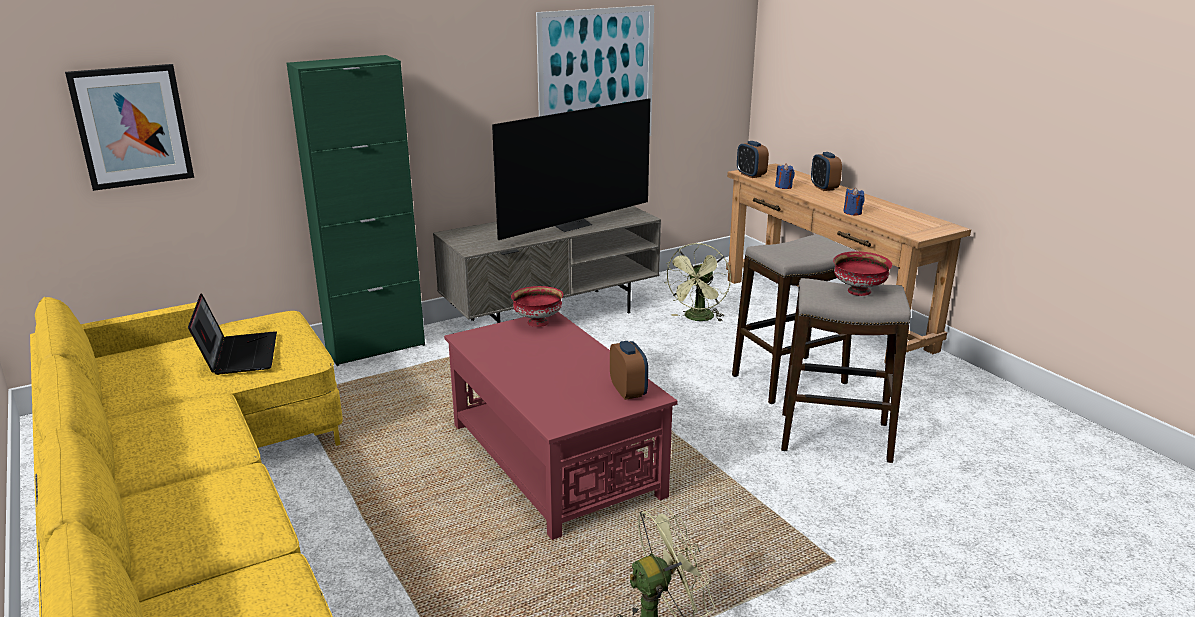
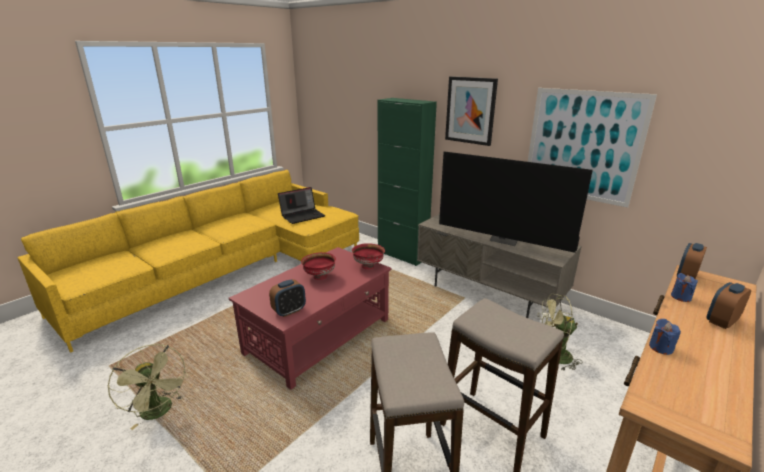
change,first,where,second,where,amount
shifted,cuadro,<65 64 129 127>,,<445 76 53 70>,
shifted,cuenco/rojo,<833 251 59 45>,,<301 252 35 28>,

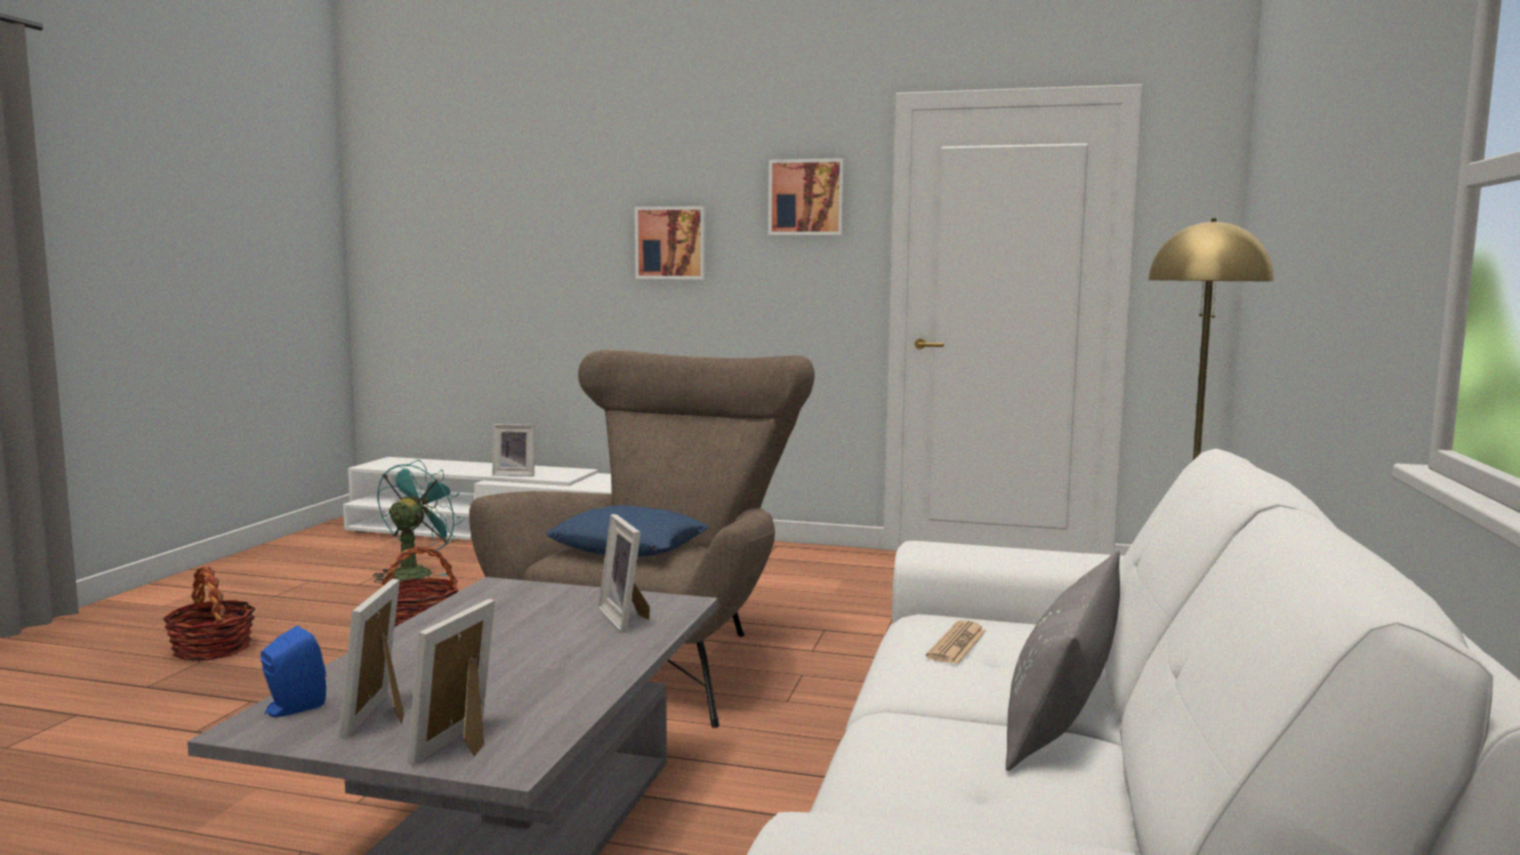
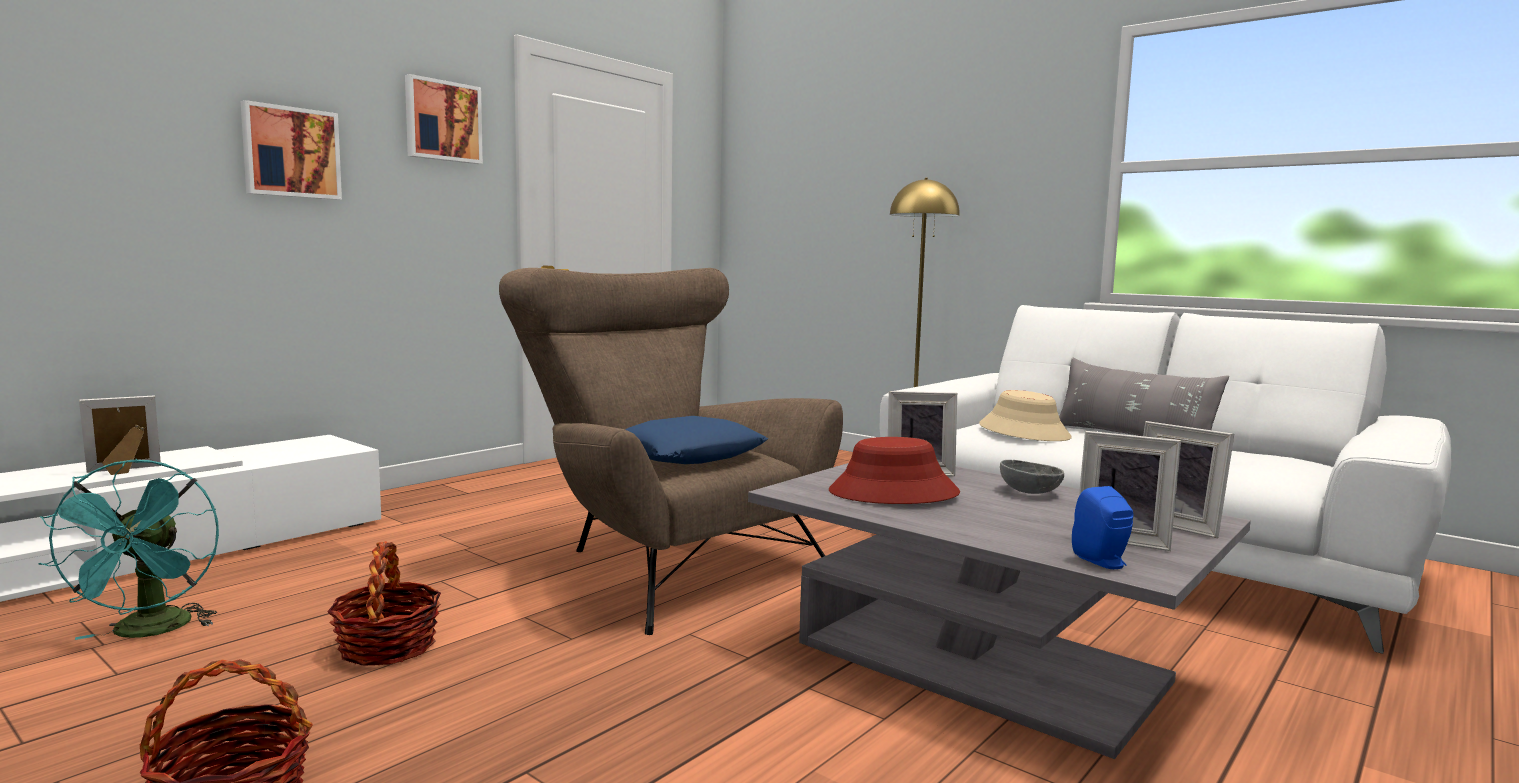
change,first,where,second,where,amount
rotated,ventilador/turquesa,<373 459 91 124>,,<38 459 181 181>,150 degrees counterclockwise
rotated,portarretratos,<492 424 43 52>,,<79 395 82 80>,150 degrees counterclockwise
swapped,periódico,<926 620 61 44>,sombrero/beis,<979 390 93 51>,
new,,,sombrero/rojo,<829 437 131 67>,
new,,,cuenco/gris,<1000 460 64 34>,

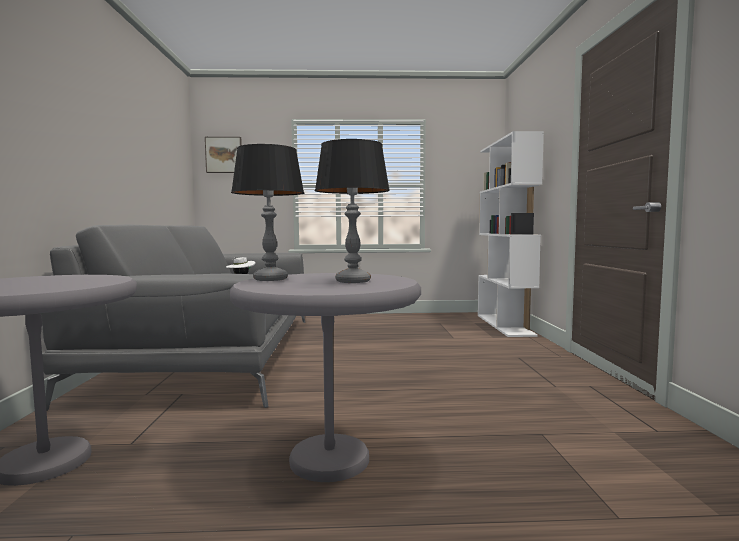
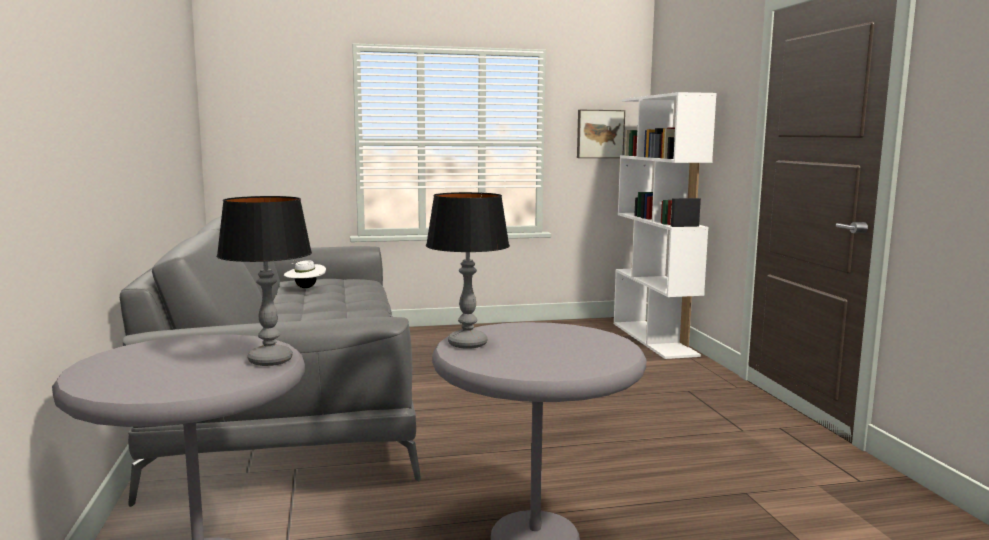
change,first,where,second,where,amount
shifted,cuadro,<205 137 37 36>,,<577 110 48 48>,
shifted,lámpara de mesa,<315 139 75 144>,,<217 196 95 170>,

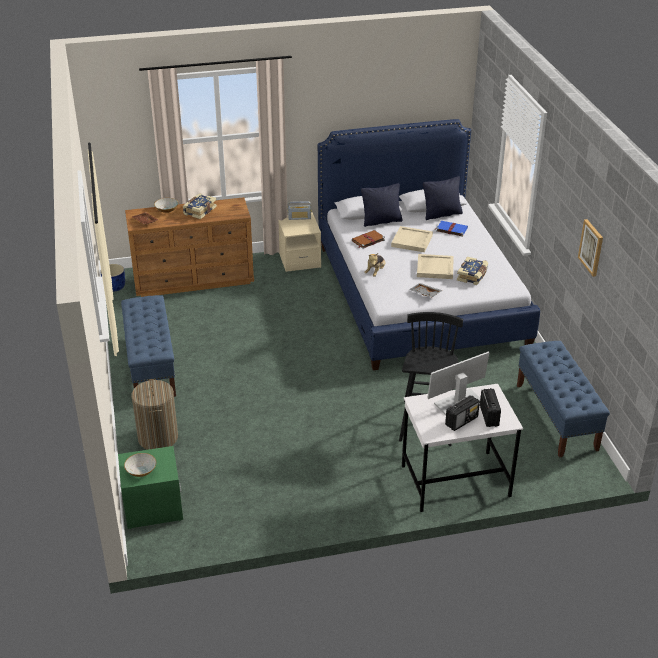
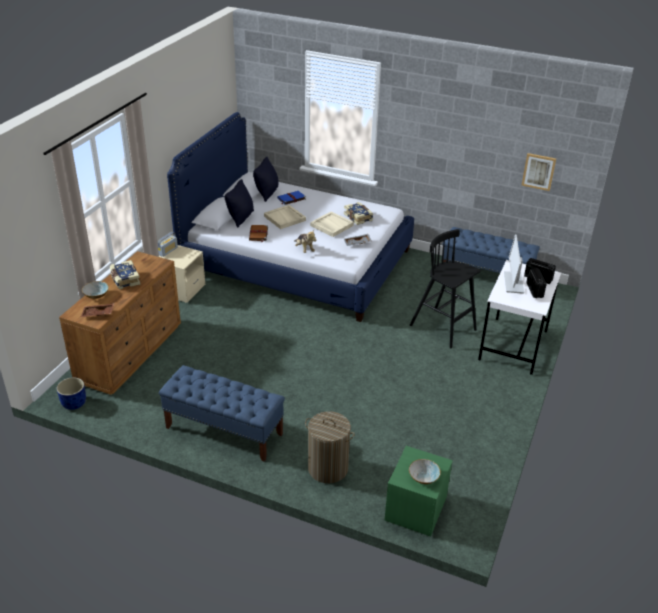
change,first,where,second,where,amount
shifted,cuadro,<578 219 25 58>,,<522 153 34 38>,

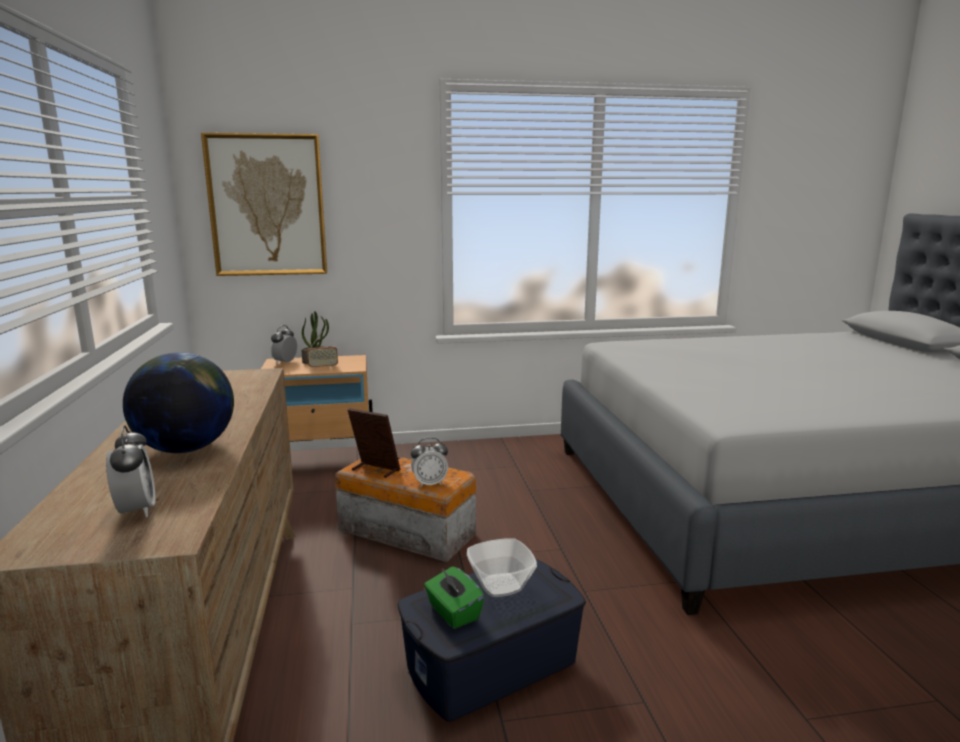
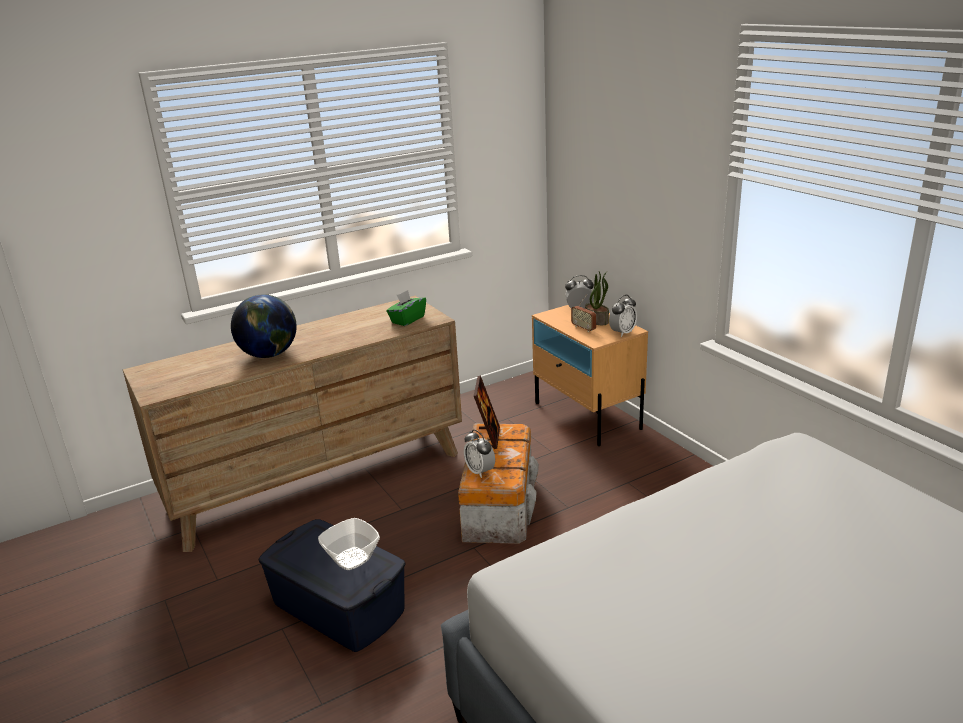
change,first,where,second,where,amount
shifted,despertador,<106 425 50 92>,,<609 295 28 42>,
gone,cuadro,<201 133 126 143>,,,
shifted,caja de pañuelos/verde,<424 566 60 63>,,<386 290 40 36>,

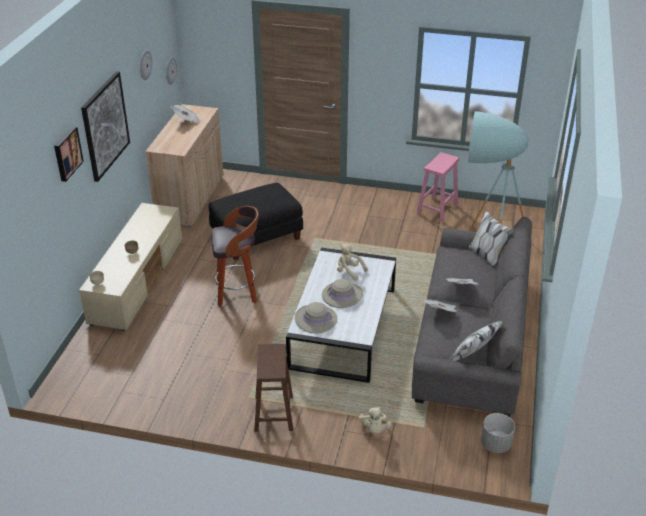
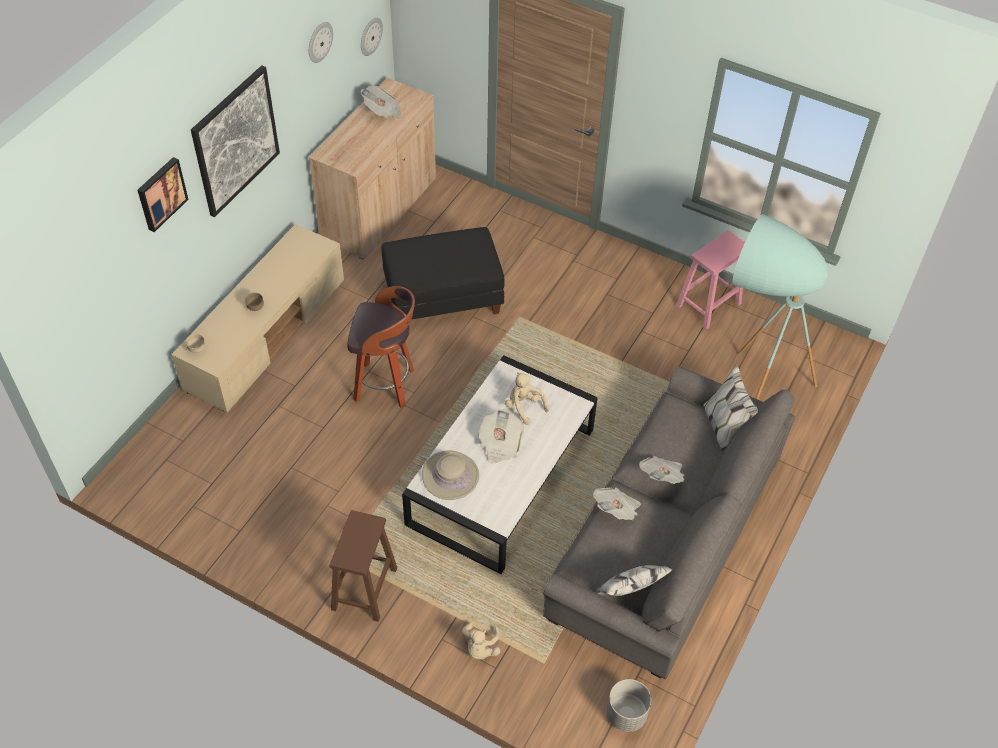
change,first,where,second,where,amount
swapped,sombrero/beis,<322 279 41 29>,periódico,<478 409 46 55>,

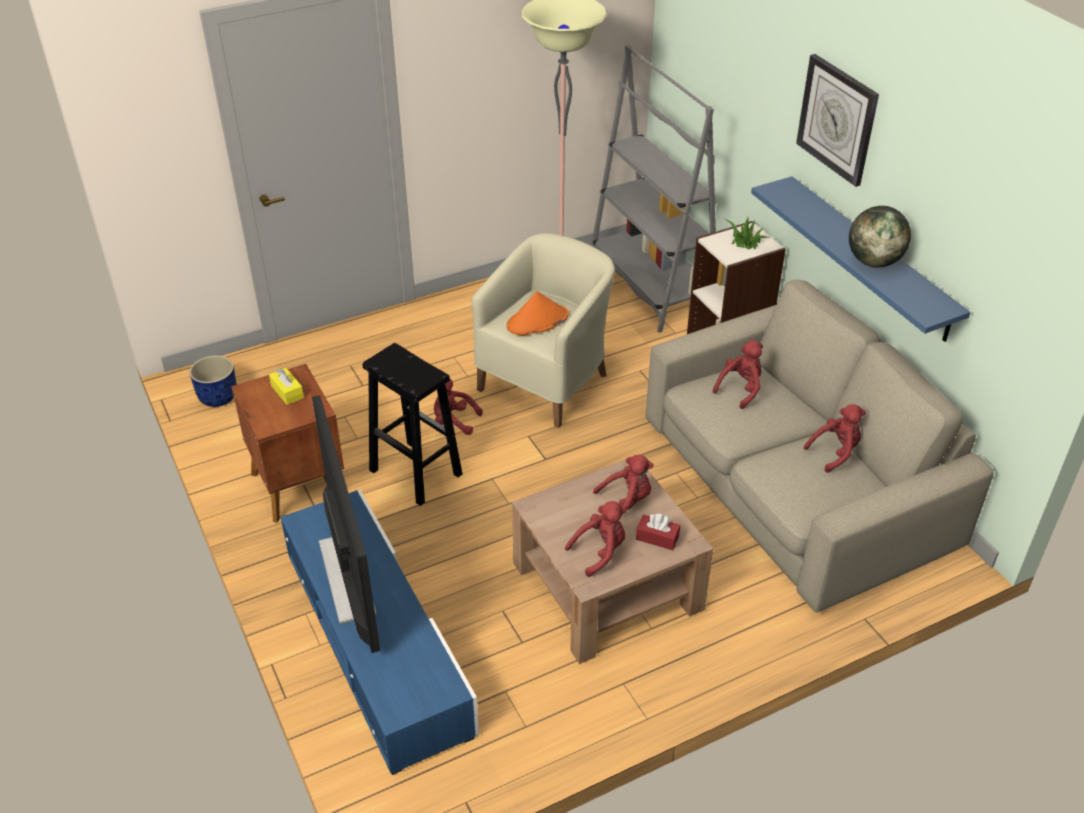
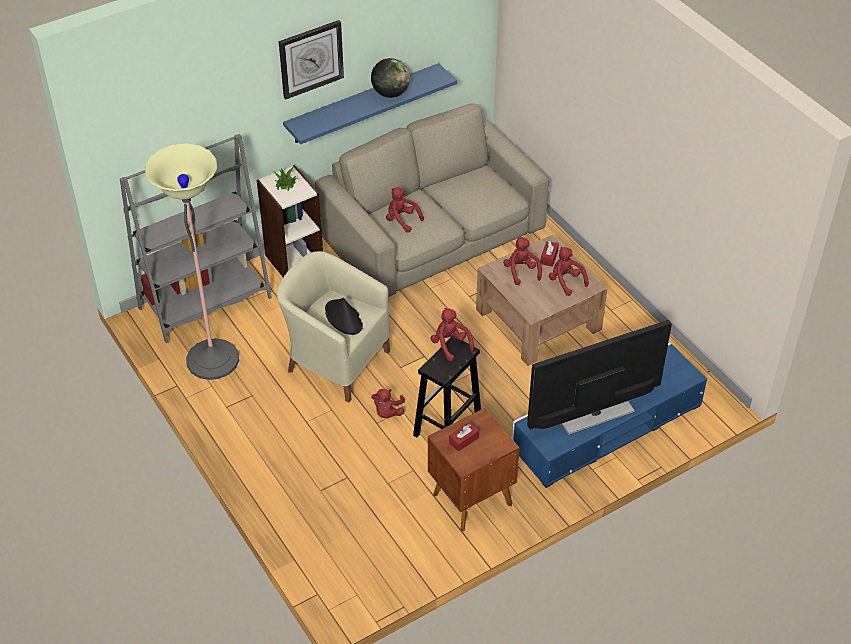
change,first,where,second,where,amount
gone,maceta/azul,<189 355 48 52>,,,
repainted,caja de pañuelos/amarillo,<269 368 35 37>,caja de pañuelos/rojo,<449 422 30 29>,
repainted,sombrero/naranja,<507 291 62 44>,sombrero/negro,<325 298 38 37>,
shifted,peluche/rojo,<804 404 62 69>,,<430 308 44 53>,

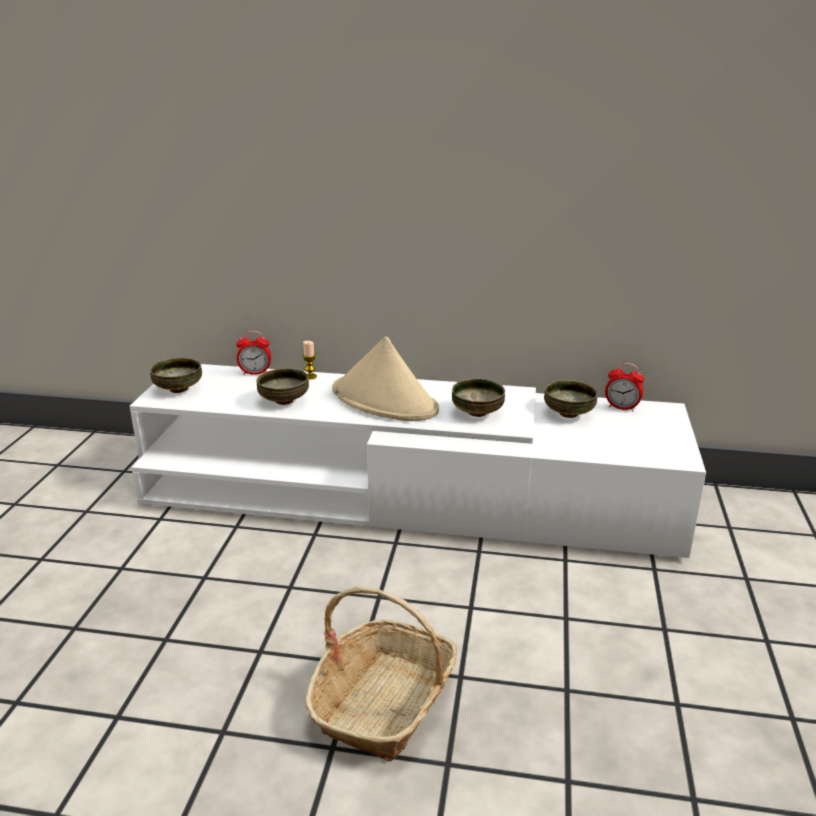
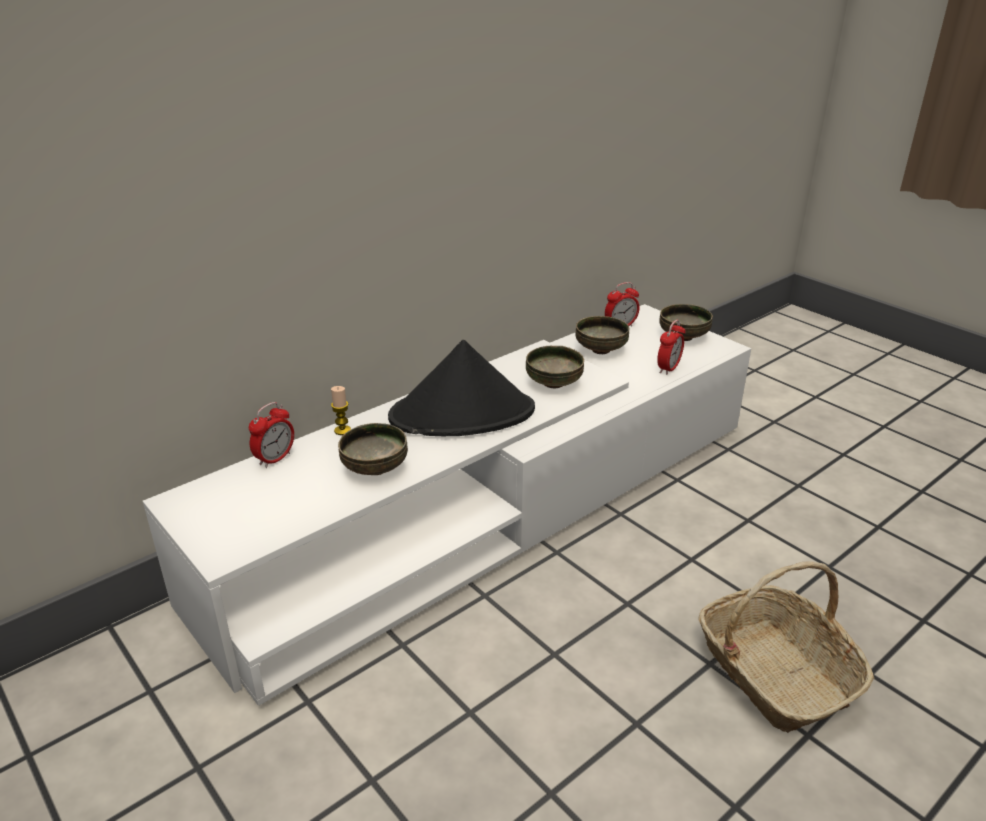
change,first,where,second,where,amount
shifted,cuenco,<150 358 52 35>,,<659 304 54 37>,
repainted,sombrero/beis,<332 336 107 85>,sombrero/negro,<388 340 147 96>,
new,,,despertador,<657 320 28 55>,

